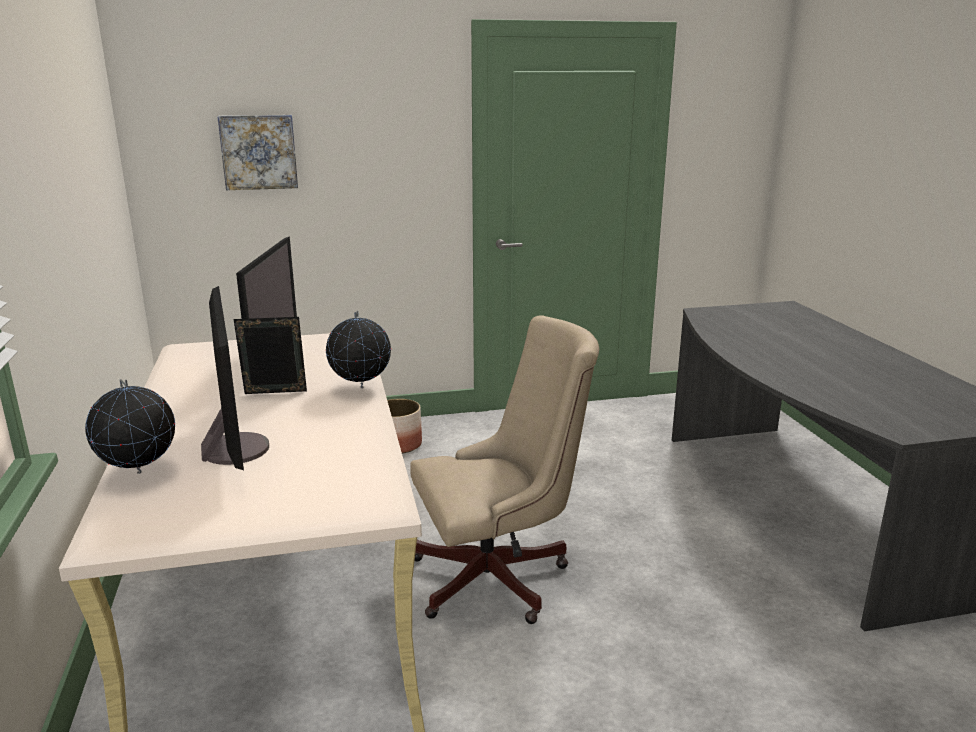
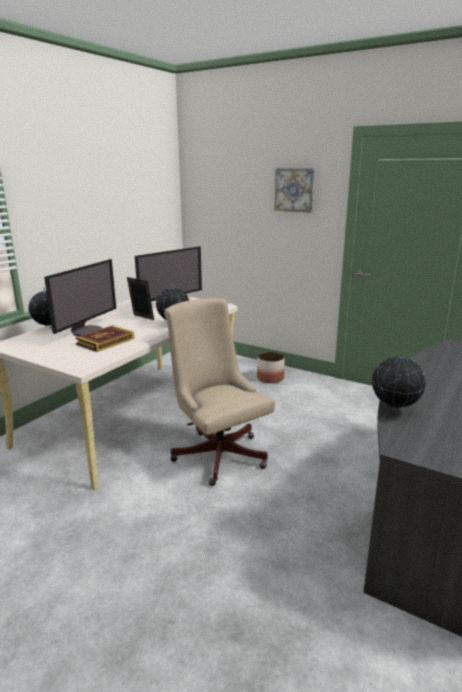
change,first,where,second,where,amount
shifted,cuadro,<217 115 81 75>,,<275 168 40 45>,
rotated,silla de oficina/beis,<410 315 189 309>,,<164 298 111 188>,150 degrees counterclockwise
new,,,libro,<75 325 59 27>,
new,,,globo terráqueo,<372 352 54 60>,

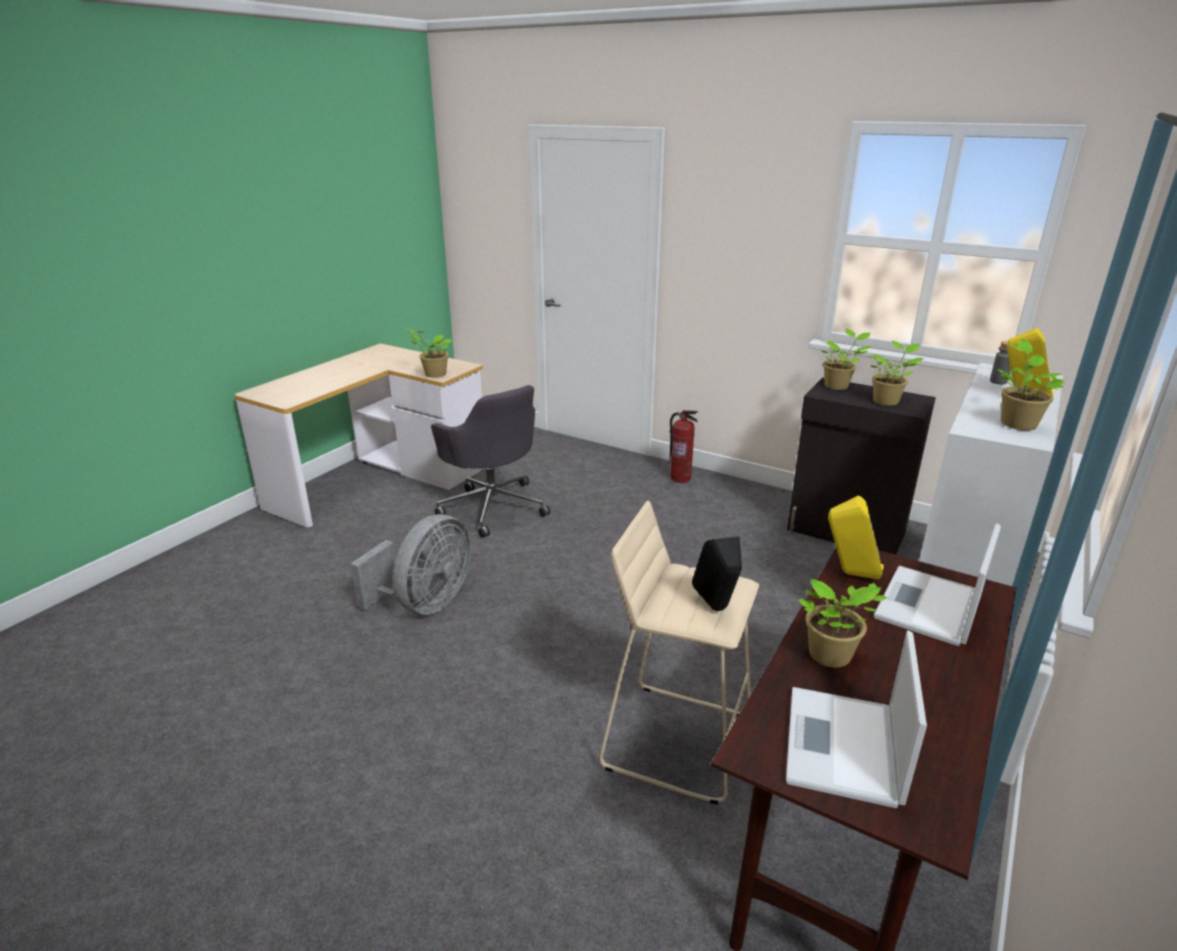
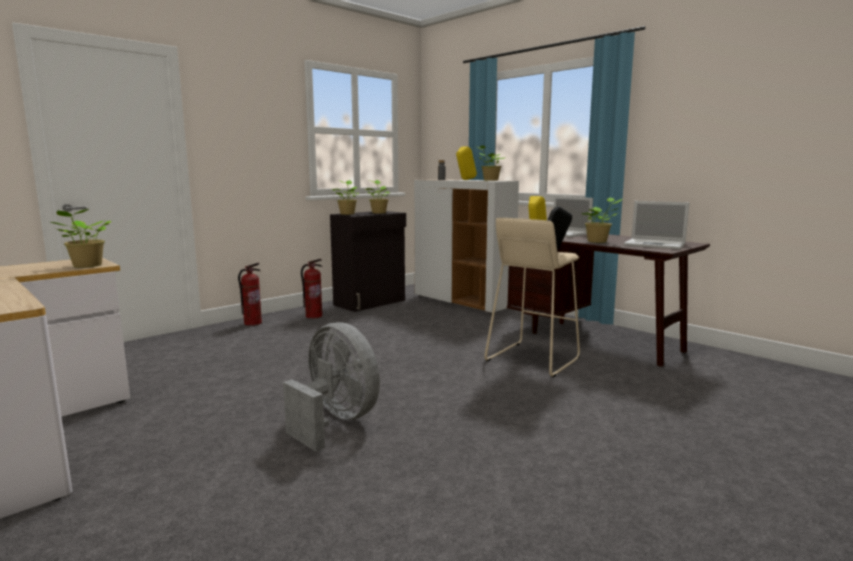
change,first,where,second,where,amount
gone,silla de oficina/gris,<431 385 119 153>,,,
new,,,extintor,<301 259 21 60>,

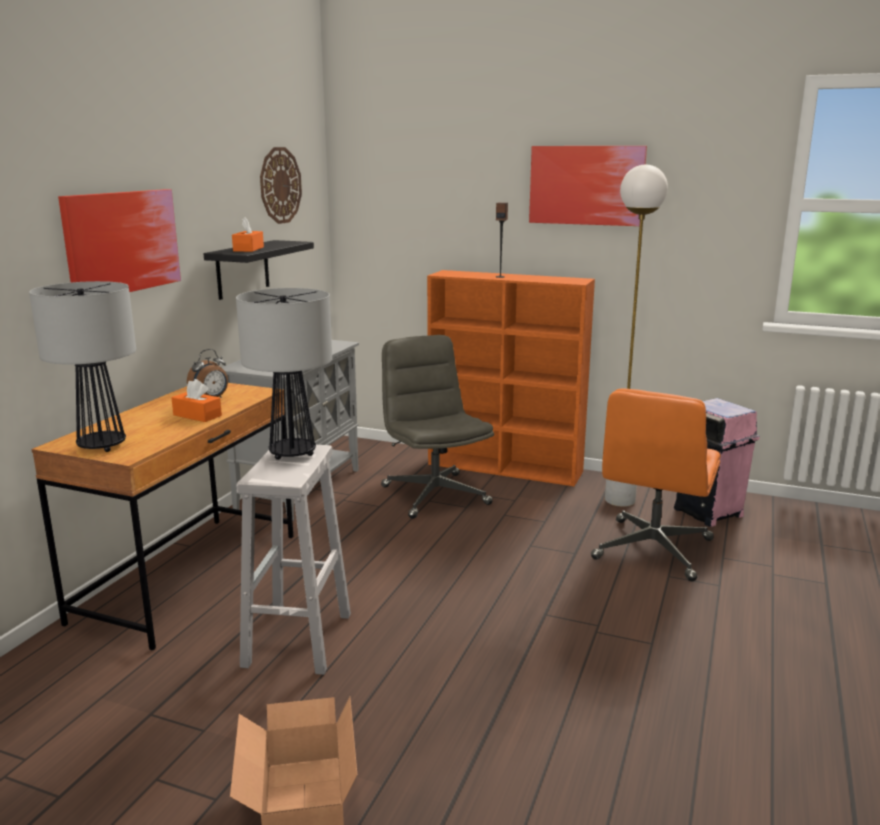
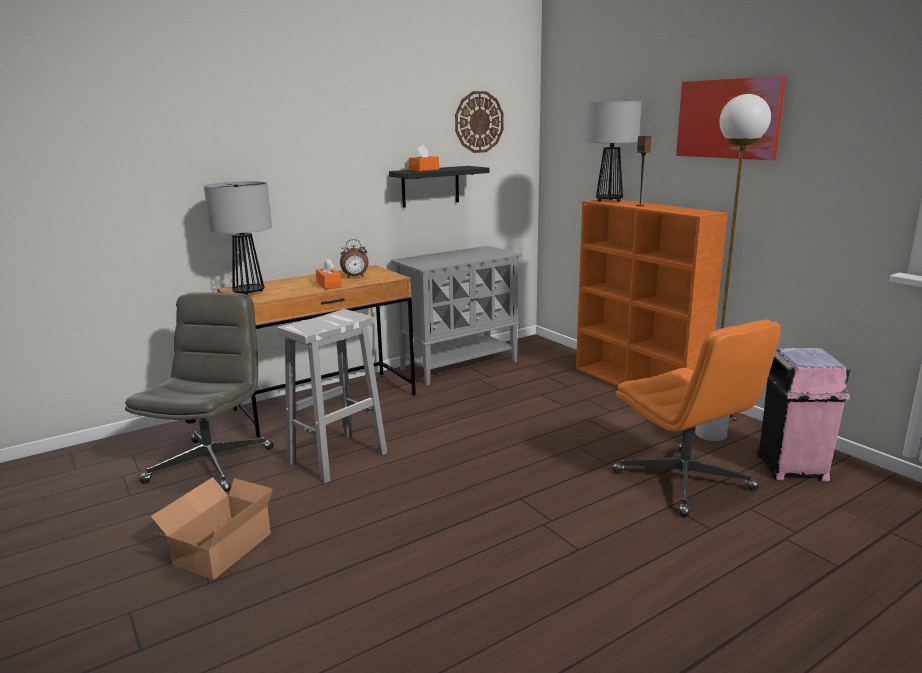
change,first,where,second,where,amount
gone,cuadro,<58 189 123 103>,,,
shifted,lámpara de mesa,<236 288 96 172>,,<586 101 56 101>,
shifted,silla de oficina/gris,<381 335 113 184>,,<125 292 149 200>,
rotated,silla de oficina/naranja,<591 389 130 192>,,<613 319 168 198>,90 degrees counterclockwise

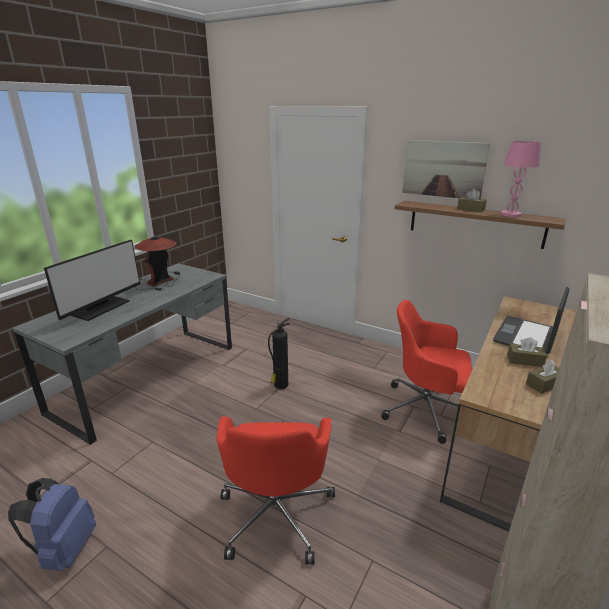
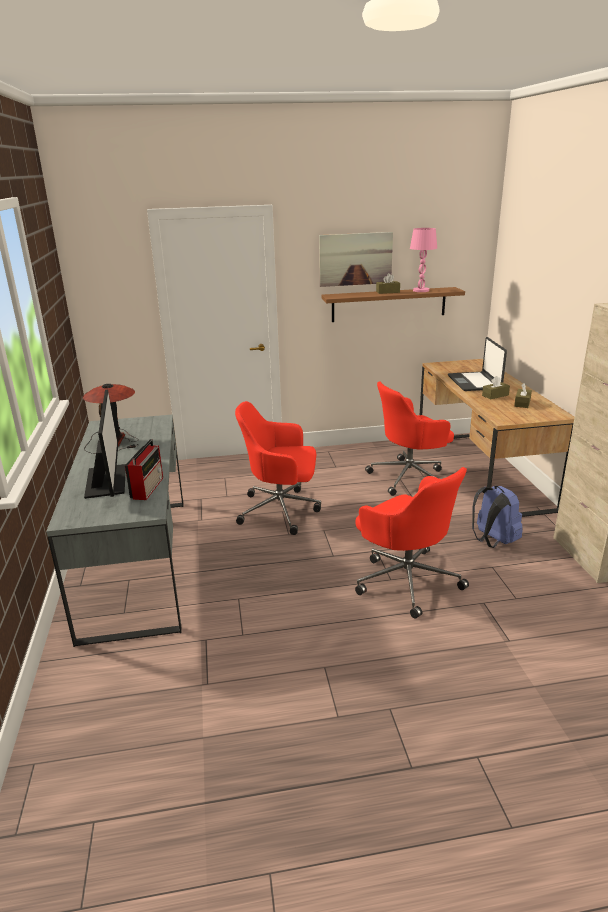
change,first,where,second,where,amount
shifted,mochila/azul,<8 478 88 93>,,<472 486 51 62>,
swapped,extintor,<268 318 22 71>,silla de oficina/rojo,<235 401 86 134>,
new,,,radio,<125 439 38 61>,

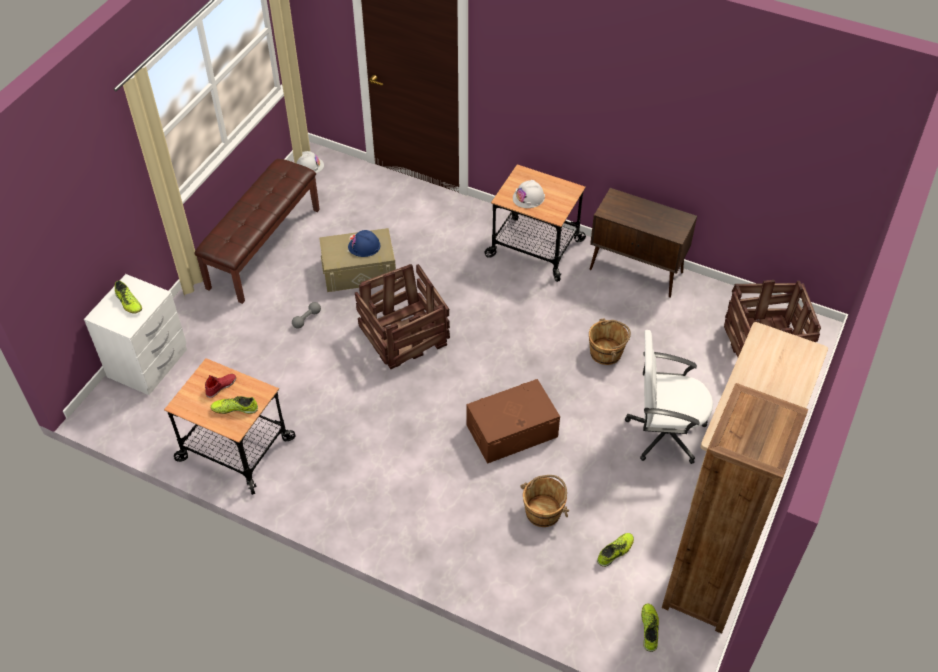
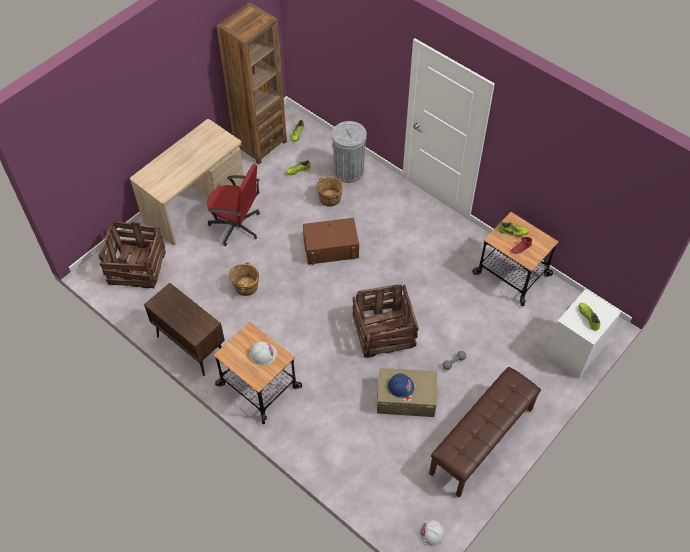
change,first,where,second,where,amount
repainted,silla de oficina/blanco,<625 330 88 134>,silla de oficina/rojo,<207 164 53 82>,
new,,,papelera/gris,<332 121 35 62>,

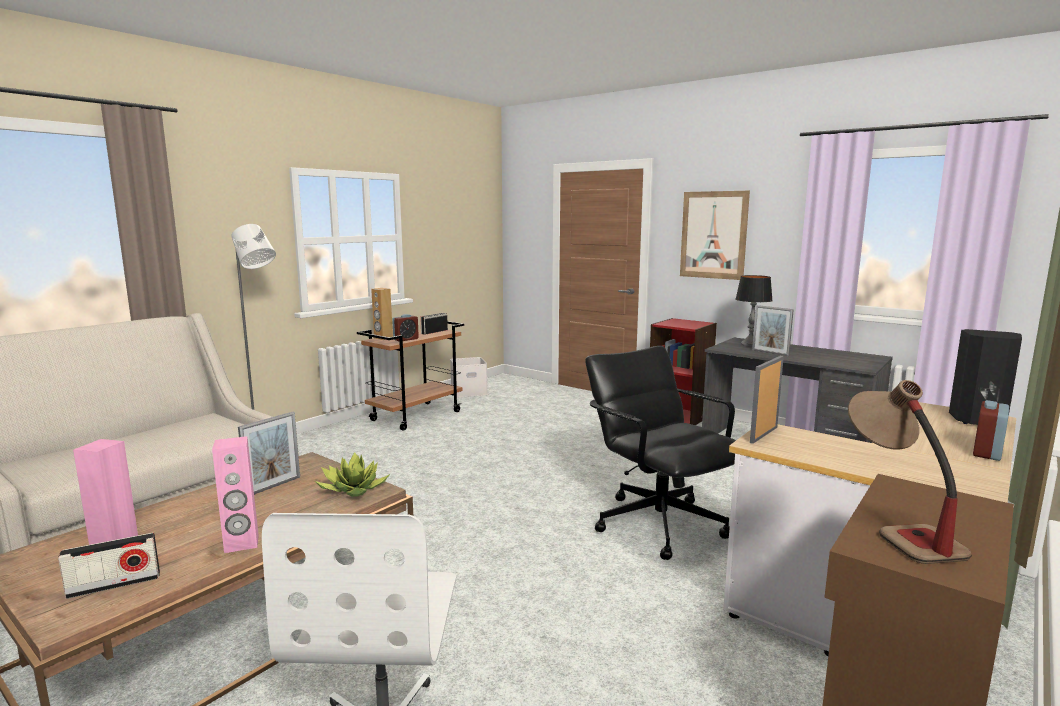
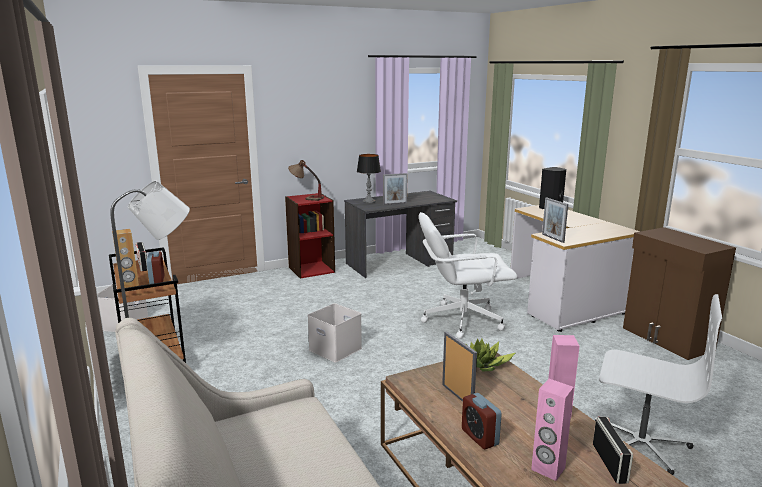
change,first,where,second,where,amount
repainted,silla de oficina/negro,<585 346 151 214>,silla de oficina/blanco,<419 212 98 127>,
gone,cuadro,<680 191 70 89>,,,
shifted,lámpara de mesa,<848 380 124 184>,,<288 160 36 41>,
shifted,despertador,<973 400 36 61>,,<462 393 40 56>,
new,,,caja de almacenaje/blanco,<308 303 54 60>,

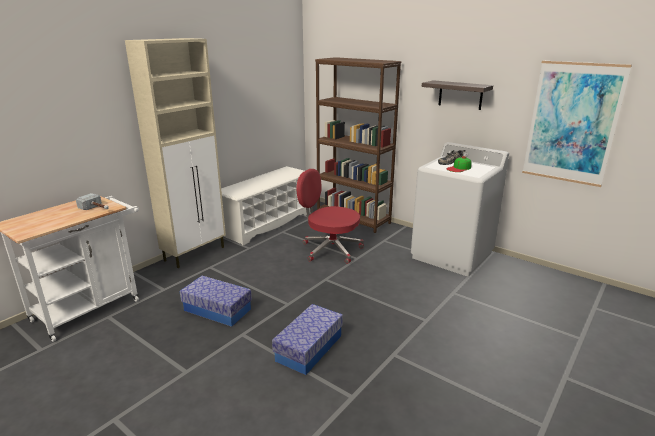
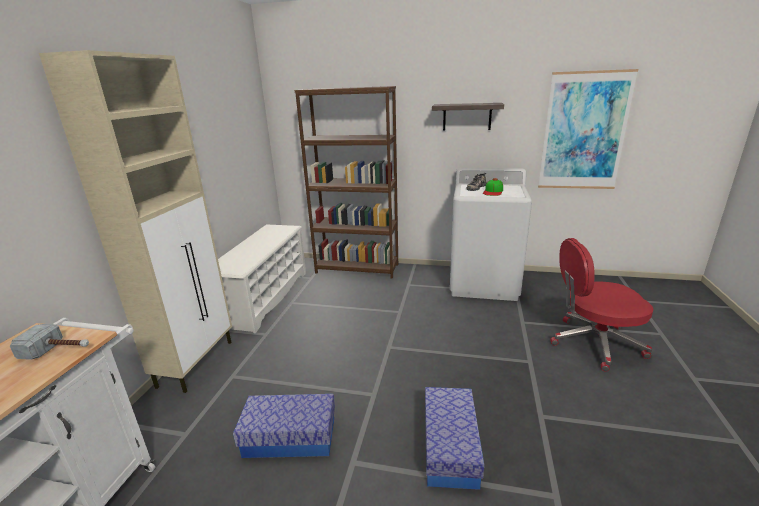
change,first,where,second,where,amount
shifted,silla de oficina/rojo,<296 169 68 95>,,<550 238 103 134>,

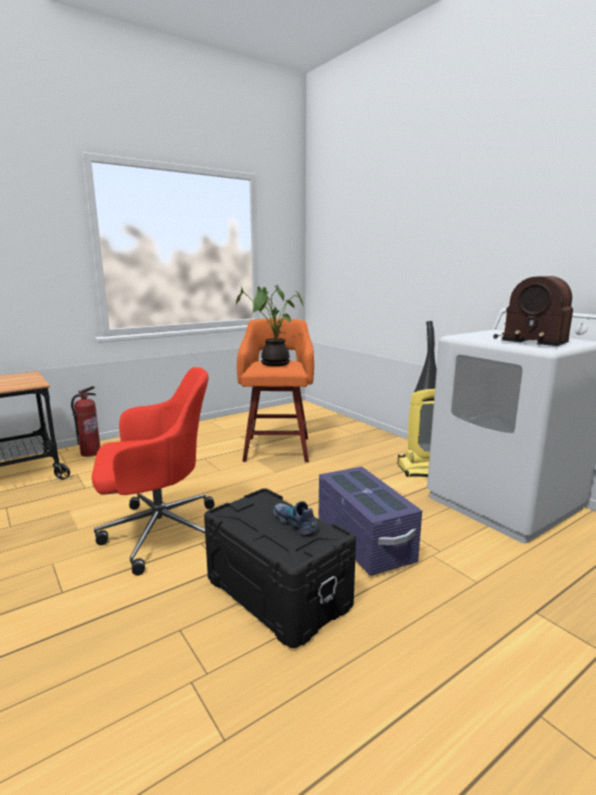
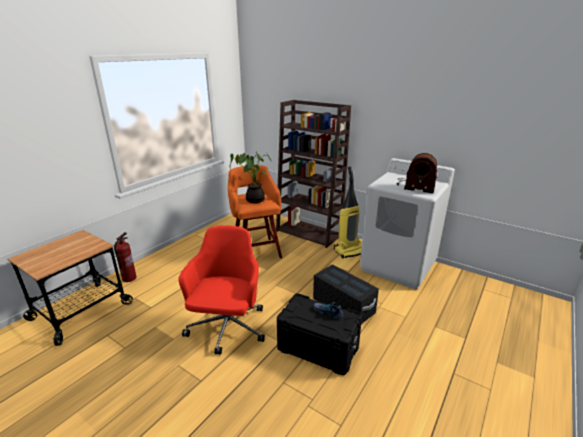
change,first,where,second,where,amount
rotated,silla de oficina/rojo,<92 367 123 209>,,<178 225 87 130>,45 degrees counterclockwise
repainted,caja de almacenaje/morado,<318 467 104 109>,caja de almacenaje/negro,<313 265 66 59>,
new,,,estantería/marrón,<276 100 75 148>,

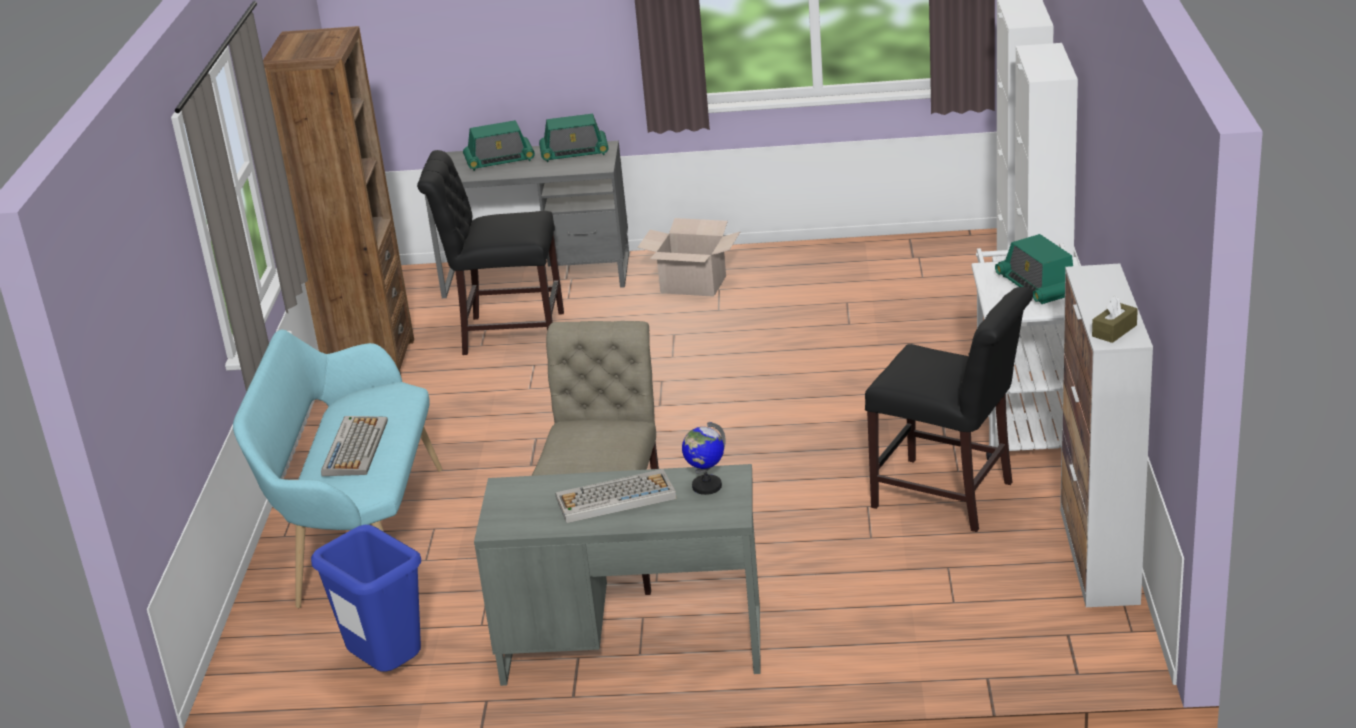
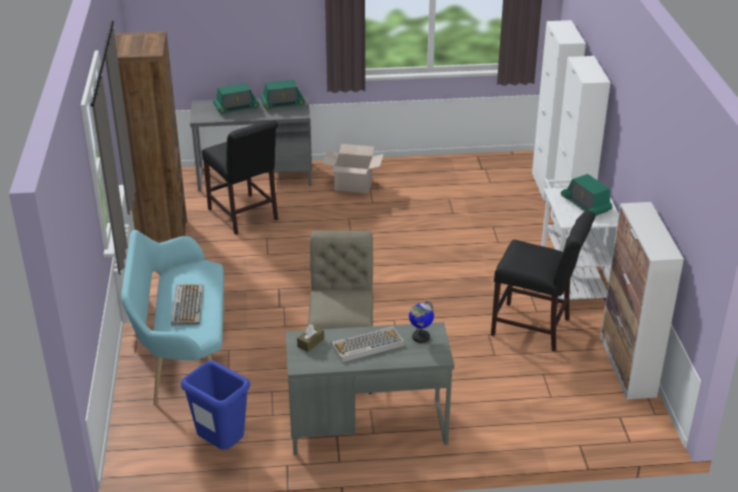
change,first,where,second,where,amount
rotated,silla/negro,<417 150 147 205>,,<202 120 76 115>,120 degrees counterclockwise
shifted,caja de pañuelos/marrón,<1092 296 46 47>,,<297 324 27 28>,

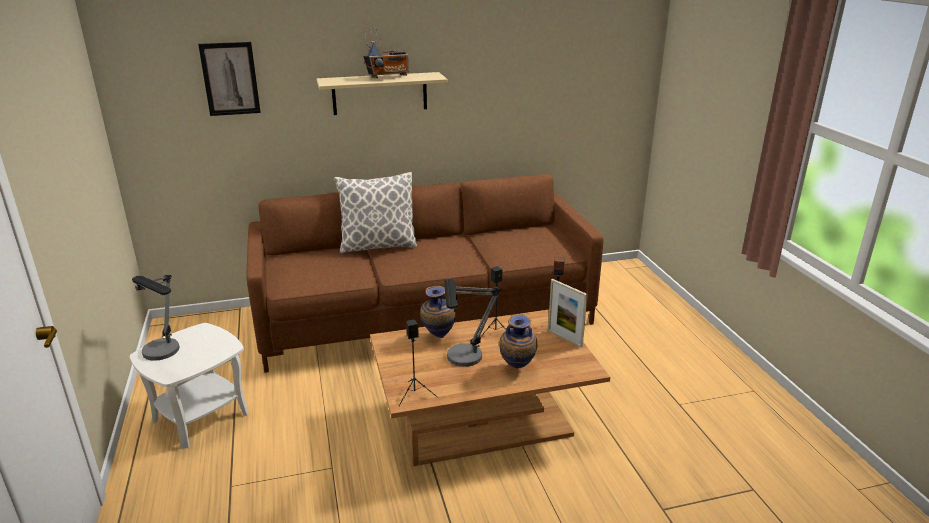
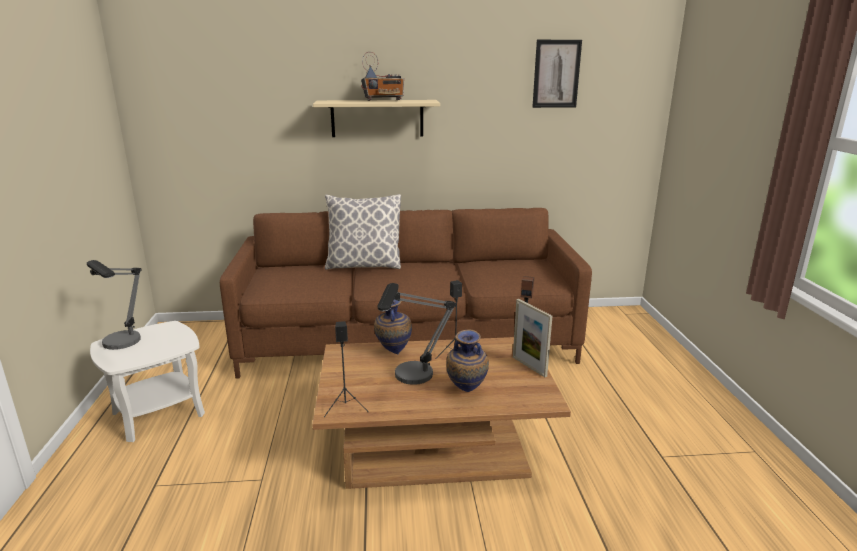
change,first,where,second,where,amount
shifted,cuadro,<198 42 63 74>,,<532 40 50 68>,

